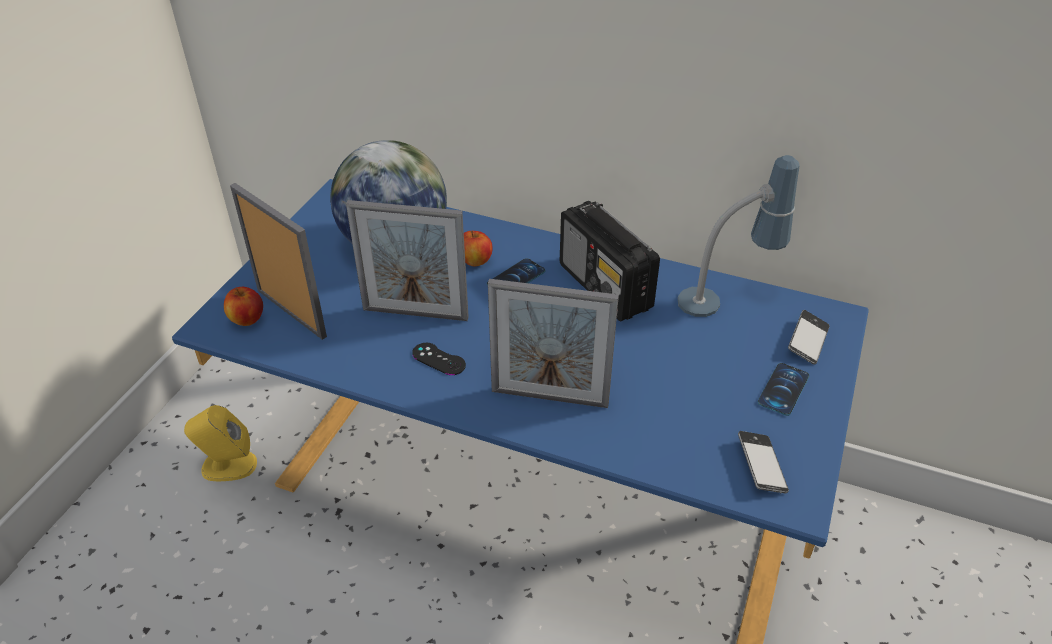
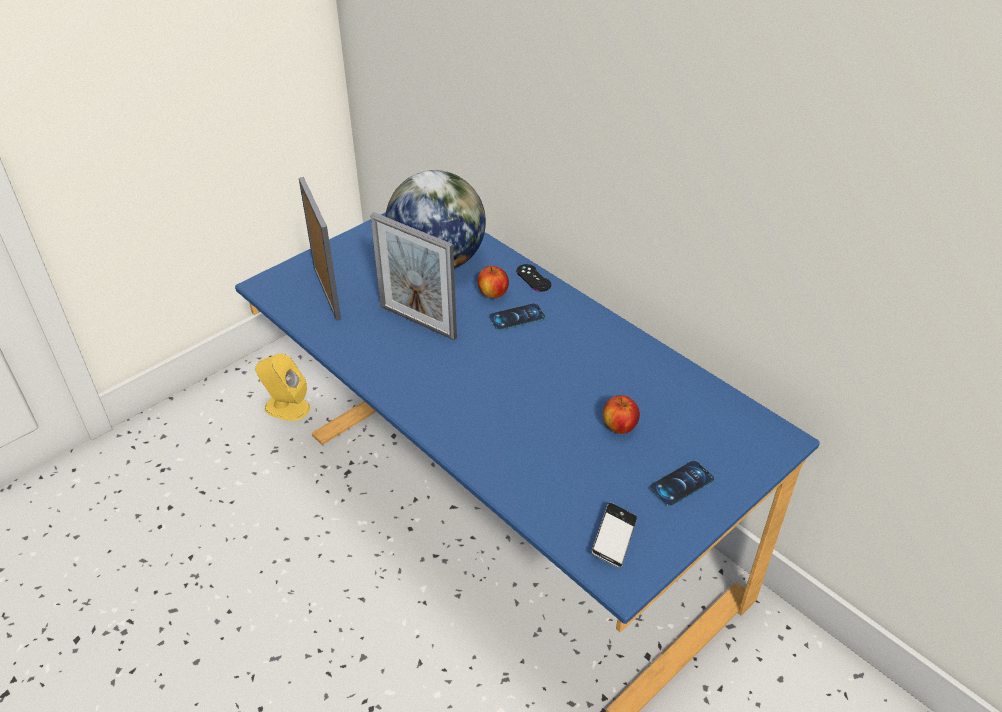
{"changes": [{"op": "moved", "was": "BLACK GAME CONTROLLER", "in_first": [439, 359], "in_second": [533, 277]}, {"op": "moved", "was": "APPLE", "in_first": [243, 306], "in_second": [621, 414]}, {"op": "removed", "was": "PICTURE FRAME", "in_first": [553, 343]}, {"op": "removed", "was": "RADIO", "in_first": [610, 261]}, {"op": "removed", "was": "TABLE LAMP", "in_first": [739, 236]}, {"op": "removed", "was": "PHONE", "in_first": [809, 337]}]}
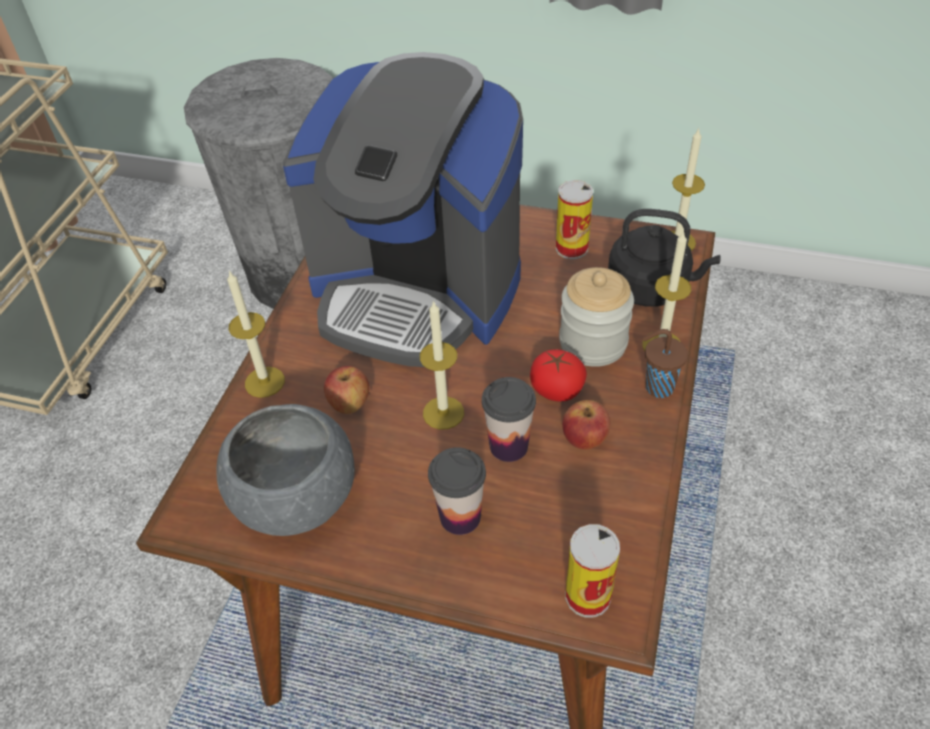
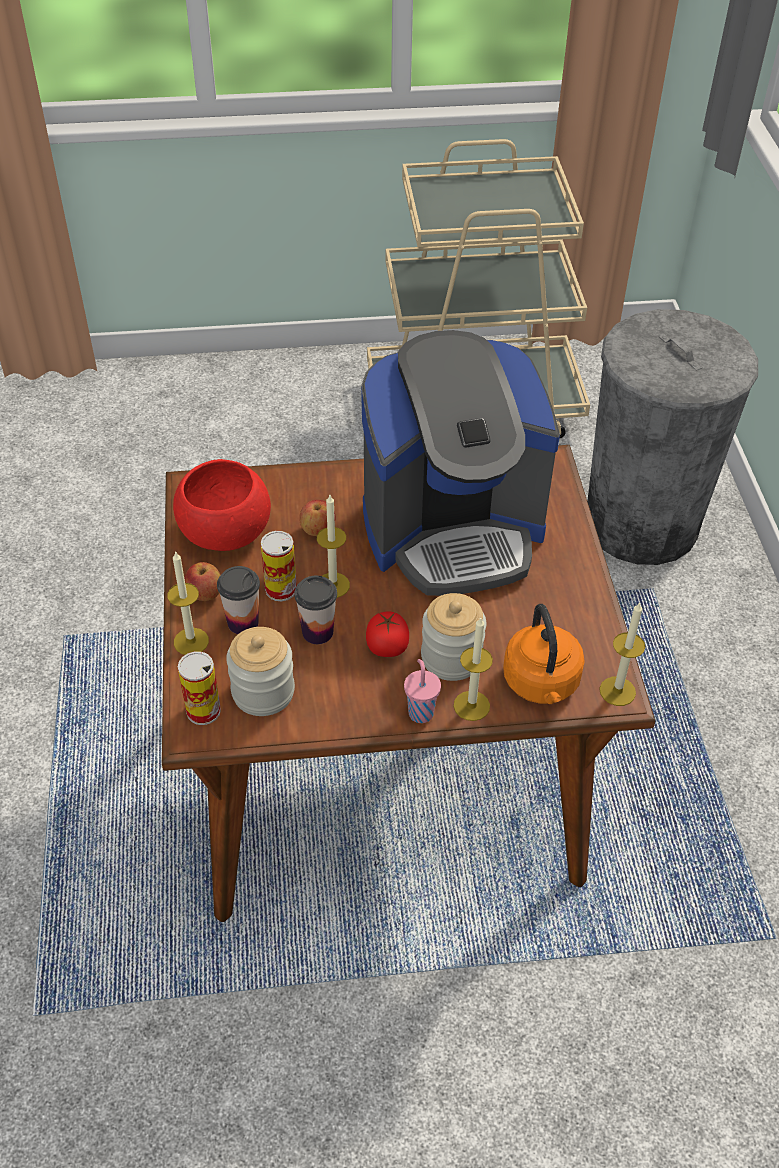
{"changes": [{"op": "moved", "was": "CANDLE", "in_first": [256, 334], "in_second": [188, 603]}, {"op": "recoloured", "was": "GREY BOWL", "now": "RED BOWL", "in_first": [285, 470], "in_second": [222, 505]}, {"op": "moved", "was": "APPLE", "in_first": [586, 425], "in_second": [202, 581]}, {"op": "added", "now": "JAR", "in_second": [260, 671]}, {"op": "moved", "was": "CAN", "in_first": [574, 219], "in_second": [279, 566]}, {"op": "turned", "was": "COFFEE MACHINE", "in_first": [402, 209], "in_second": [460, 463], "clockwise": -105}, {"op": "recoloured", "was": "BROWN CUP", "now": "PINK CUP", "in_first": [665, 363], "in_second": [422, 691]}, {"op": "recoloured", "was": "BLACK KETTLE", "now": "ORANGE KETTLE", "in_first": [664, 257], "in_second": [544, 654]}]}
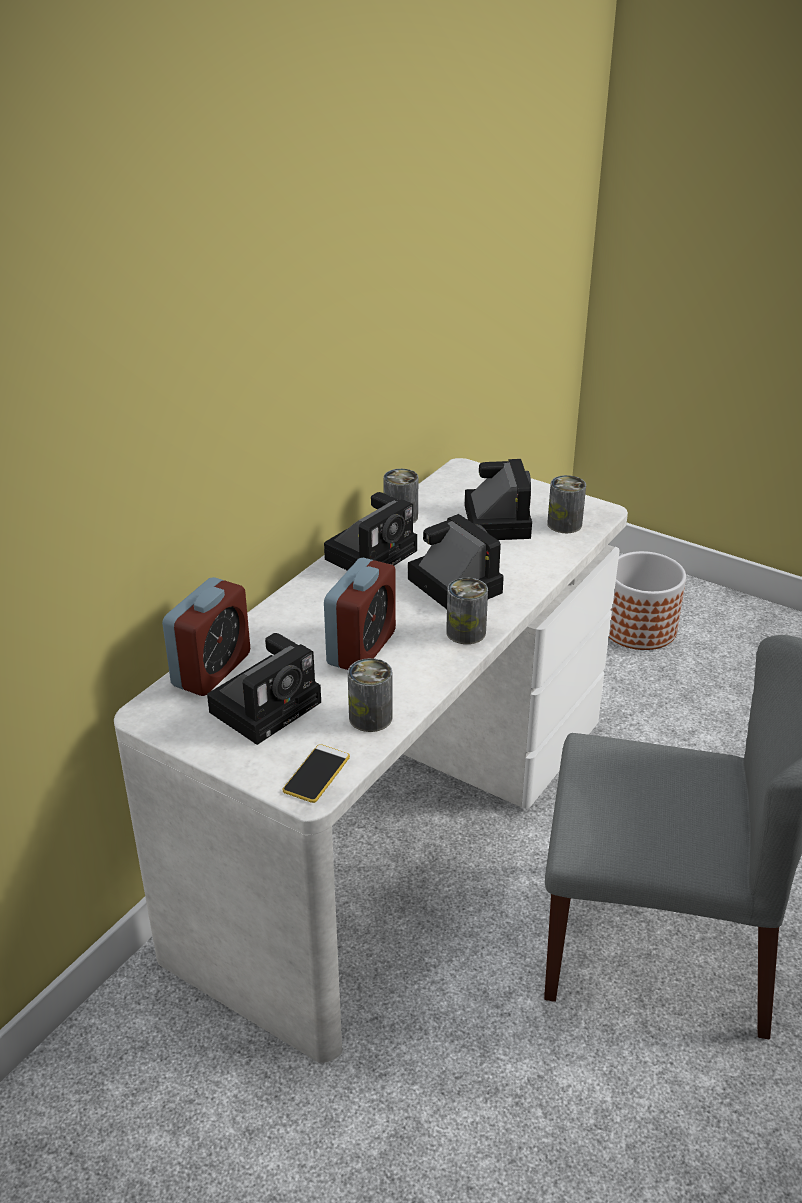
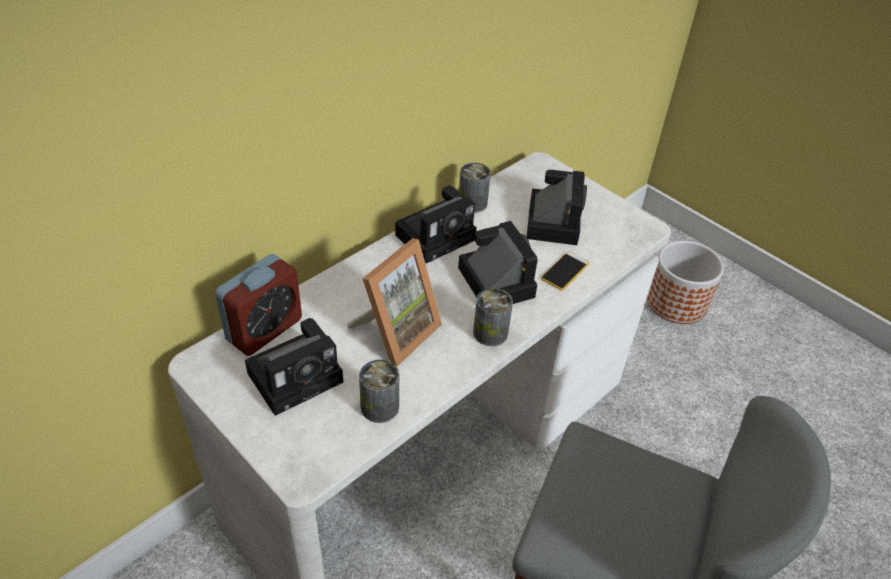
{"changes": [{"op": "replaced", "was": "ALARM CLOCK", "now": "PICTURE FRAME", "in_first": [360, 614], "in_second": [394, 302]}, {"op": "moved", "was": "PHONE", "in_first": [316, 773], "in_second": [565, 270]}, {"op": "removed", "was": "CAN", "in_first": [566, 504]}]}
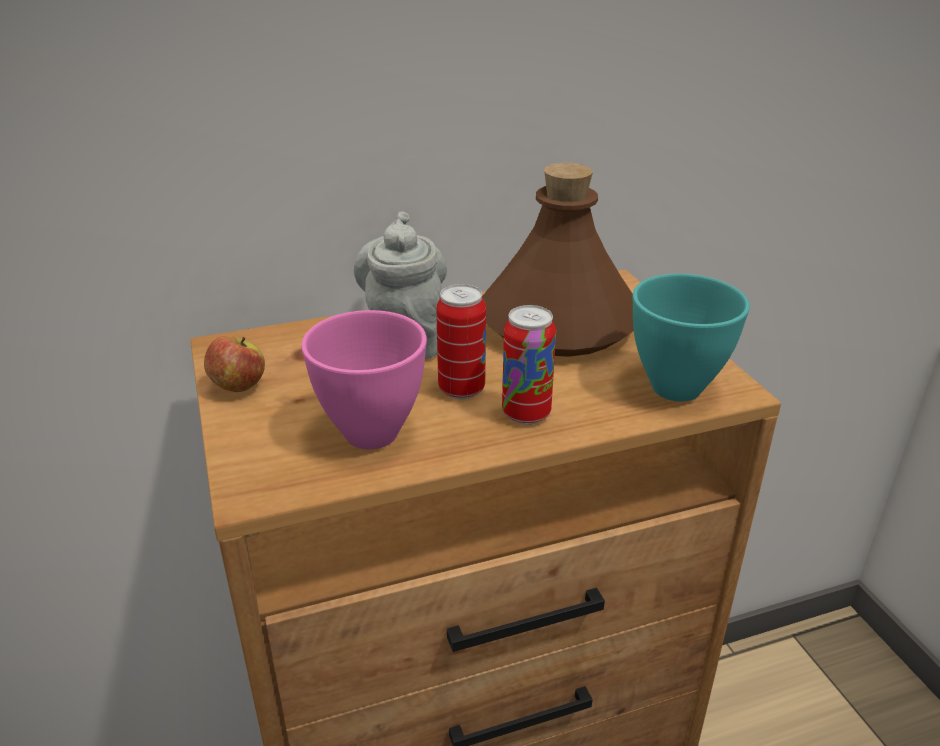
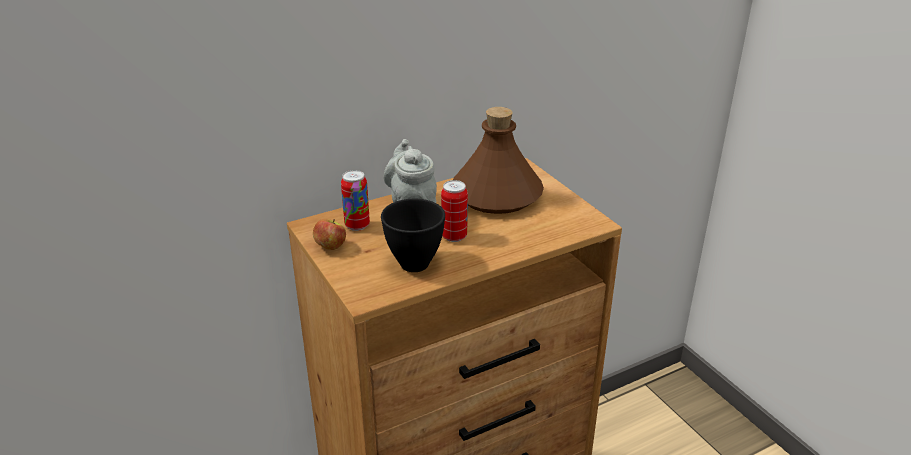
{"changes": [{"op": "moved", "was": "CAN", "in_first": [529, 365], "in_second": [355, 200]}, {"op": "recoloured", "was": "PINK BOWL", "now": "BLACK BOWL", "in_first": [364, 380], "in_second": [413, 235]}, {"op": "removed", "was": "TURQUOISE BOWL", "in_first": [691, 337]}]}
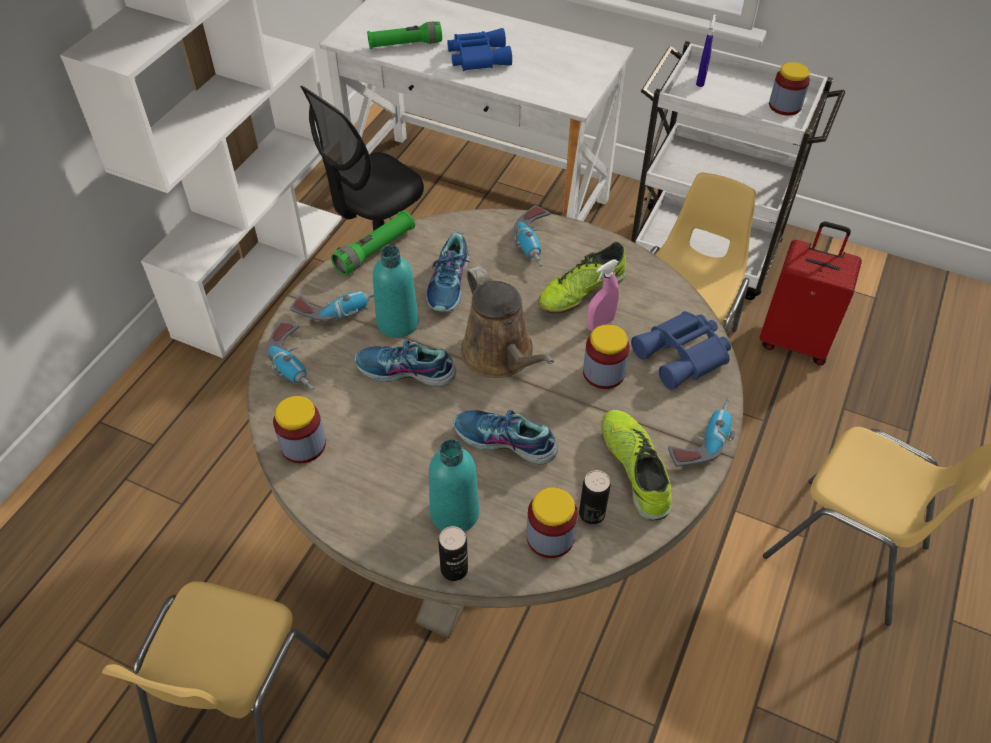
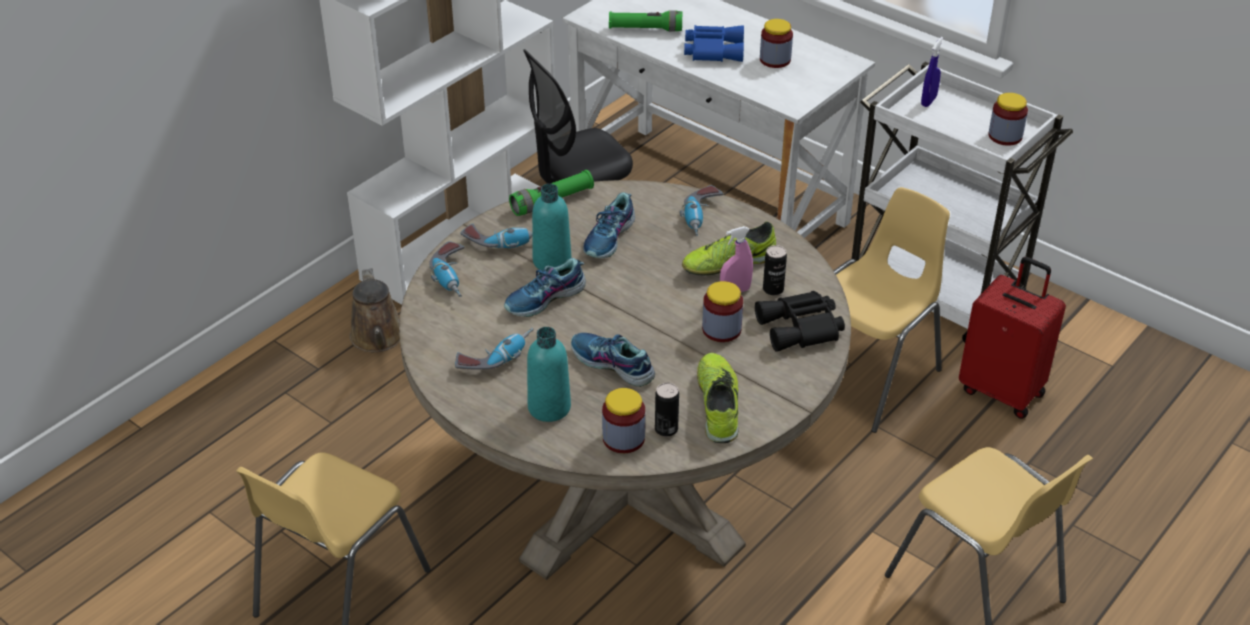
{"changes": [{"op": "moved", "was": "BROWN WATERING CAN", "in_first": [507, 321], "in_second": [374, 310]}, {"op": "moved", "was": "POWER DRILL", "in_first": [701, 431], "in_second": [494, 349]}, {"op": "turned", "was": "SHOE", "in_first": [405, 363], "in_second": [545, 287], "clockwise": -60}, {"op": "recoloured", "was": "BLUE BINOCULARS", "now": "BLACK BINOCULARS", "in_first": [681, 350], "in_second": [800, 321]}, {"op": "moved", "was": "JAR", "in_first": [299, 429], "in_second": [776, 43]}, {"op": "moved", "was": "CAN", "in_first": [453, 553], "in_second": [775, 270]}]}
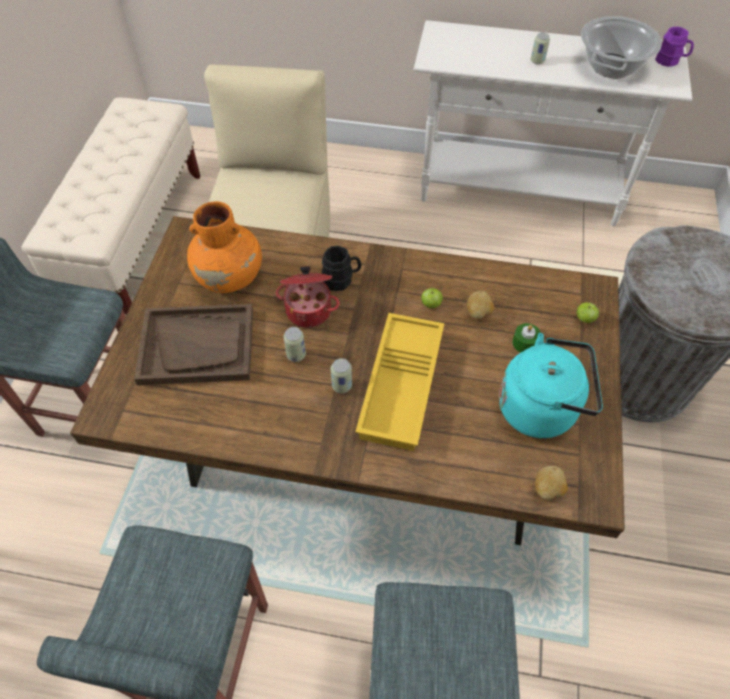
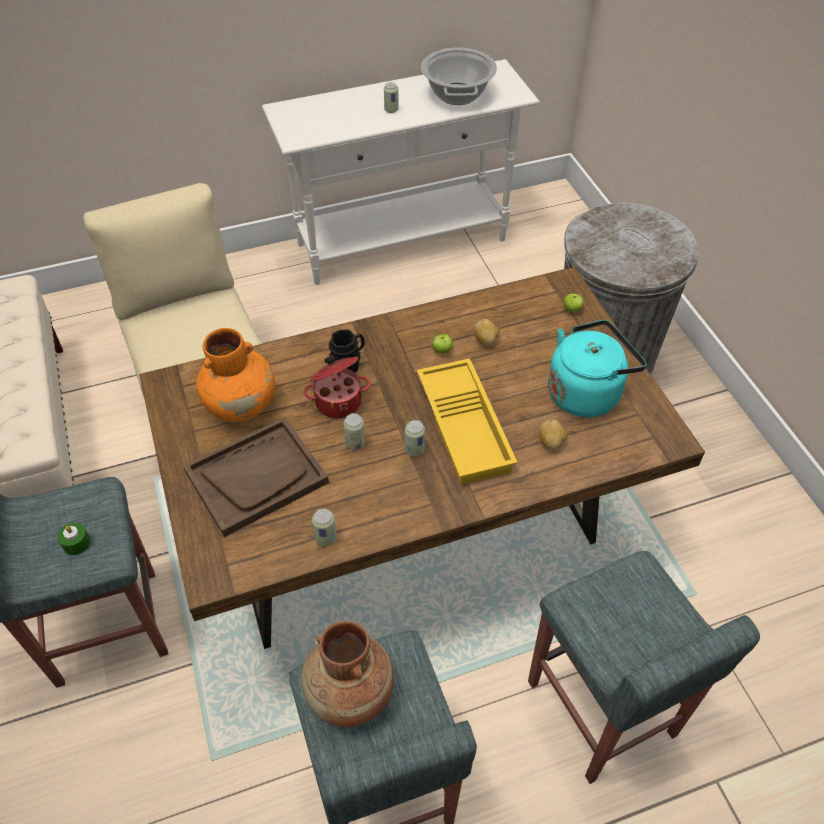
{"changes": [{"op": "moved", "was": "GREEN CANDLE", "in_first": [526, 338], "in_second": [74, 539]}, {"op": "added", "now": "BROWN VASE", "in_second": [347, 674]}, {"op": "added", "now": "CAN", "in_second": [324, 527]}, {"op": "moved", "was": "POTATO", "in_first": [551, 483], "in_second": [553, 434]}, {"op": "removed", "was": "PURPLE MUG", "in_first": [674, 46]}]}
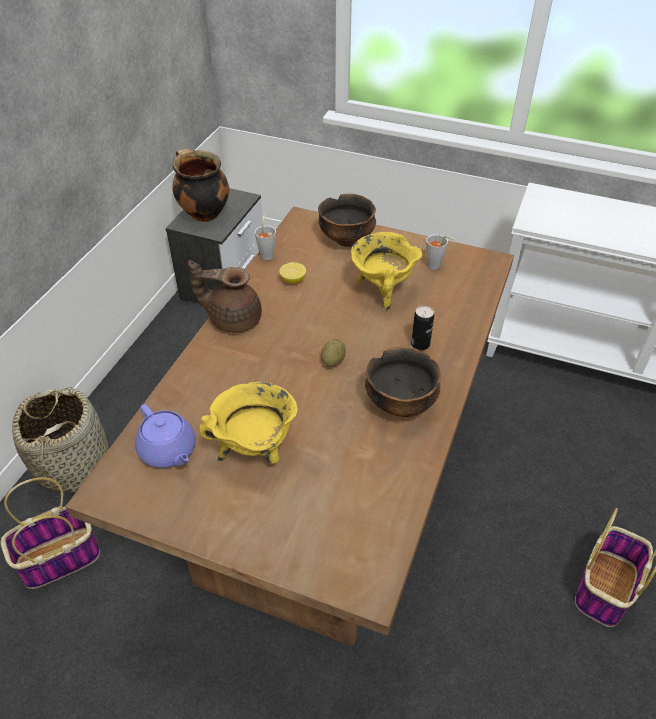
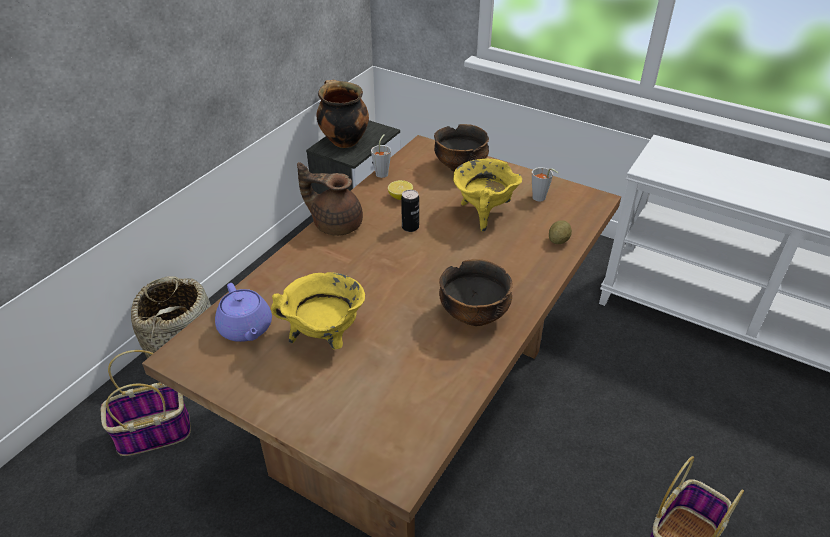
{"changes": [{"op": "moved", "was": "CAN", "in_first": [422, 328], "in_second": [410, 211]}, {"op": "moved", "was": "POTATO", "in_first": [333, 352], "in_second": [560, 232]}]}
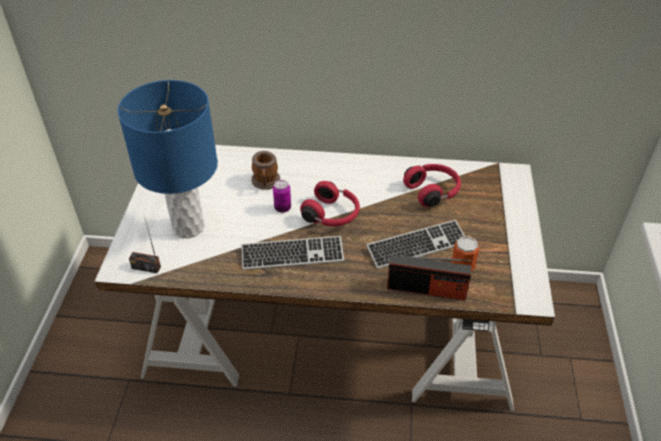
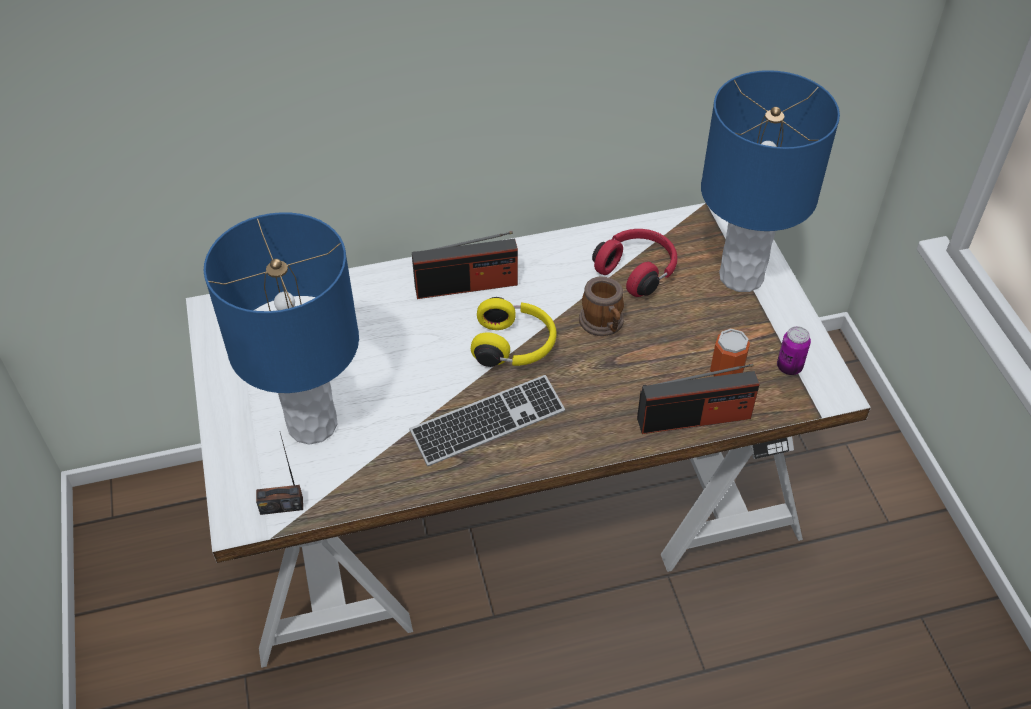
{"changes": [{"op": "added", "now": "RADIO", "in_second": [465, 265]}, {"op": "recoloured", "was": "RED HEADPHONES", "now": "YELLOW HEADPHONES", "in_first": [330, 204], "in_second": [513, 332]}, {"op": "moved", "was": "MUG", "in_first": [265, 170], "in_second": [601, 306]}, {"op": "added", "now": "BLUE TABLE LAMP", "in_second": [770, 181]}, {"op": "moved", "was": "CAN", "in_first": [282, 196], "in_second": [794, 350]}, {"op": "removed", "was": "KEYBOARD", "in_first": [415, 244]}]}
